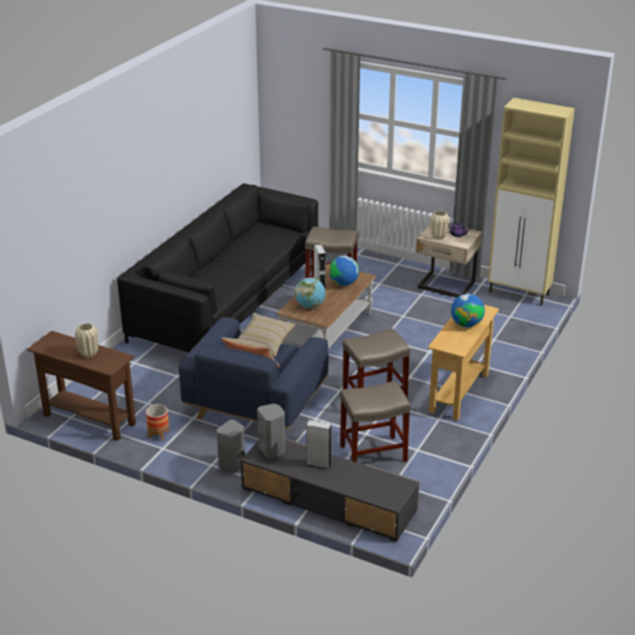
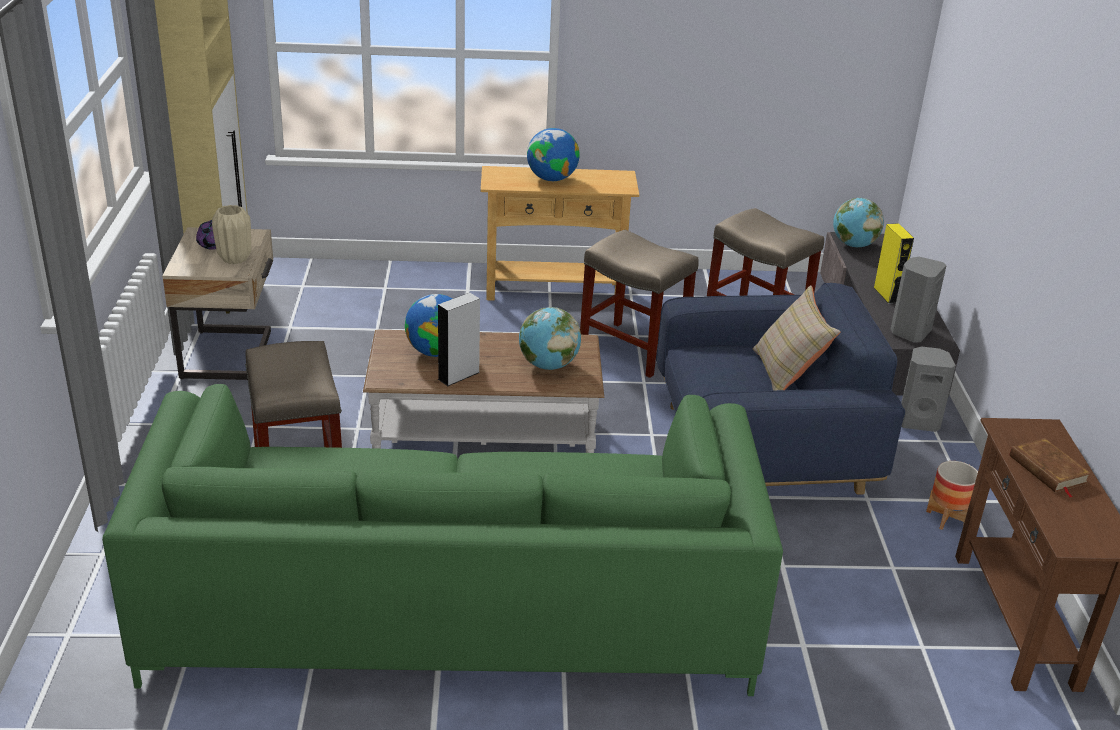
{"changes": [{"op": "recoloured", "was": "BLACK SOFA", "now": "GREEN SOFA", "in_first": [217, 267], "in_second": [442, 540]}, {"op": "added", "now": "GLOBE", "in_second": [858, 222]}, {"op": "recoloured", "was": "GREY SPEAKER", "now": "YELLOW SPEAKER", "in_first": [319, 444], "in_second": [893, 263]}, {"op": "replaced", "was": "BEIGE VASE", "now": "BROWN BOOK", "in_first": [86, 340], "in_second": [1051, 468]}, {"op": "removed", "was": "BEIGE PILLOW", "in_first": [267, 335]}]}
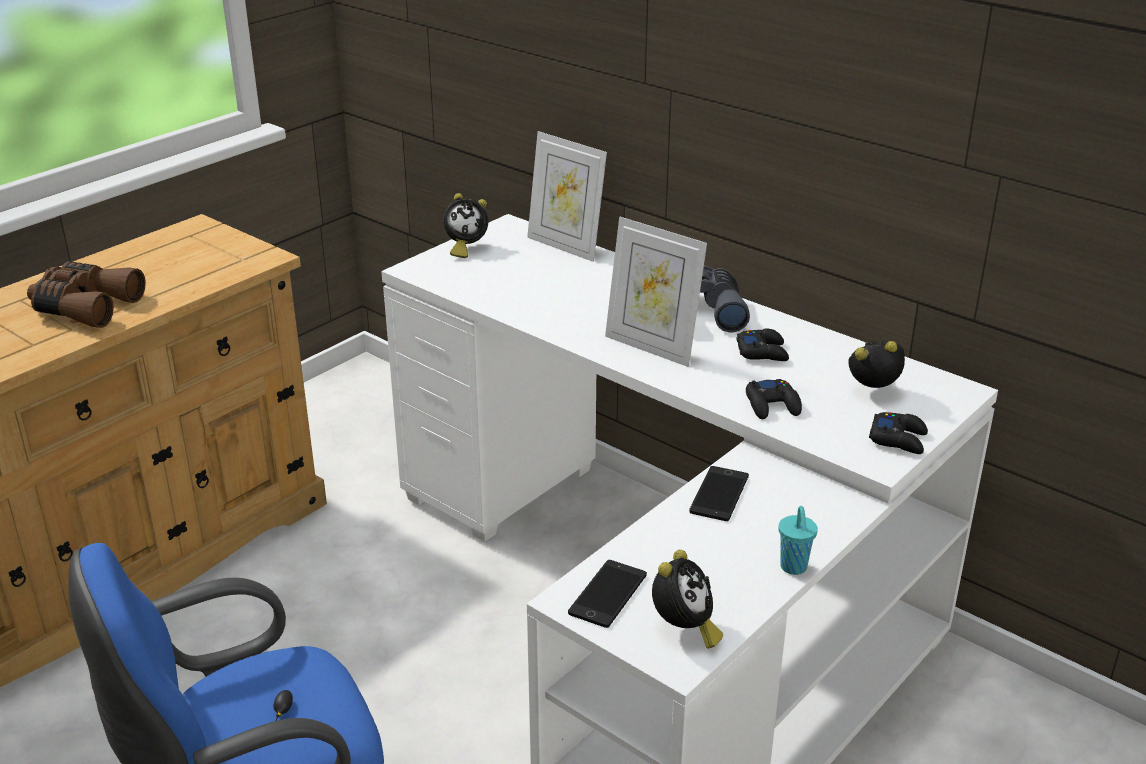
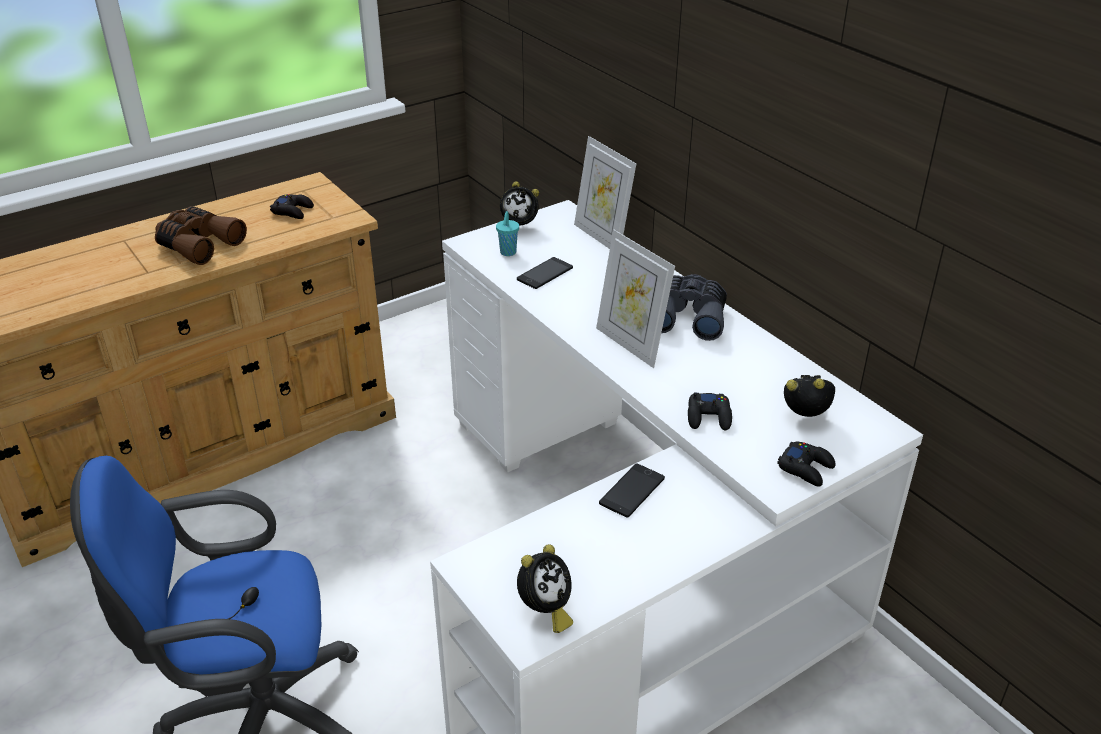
{"changes": [{"op": "moved", "was": "BLACK GAME CONTROLLER", "in_first": [763, 344], "in_second": [292, 206]}, {"op": "moved", "was": "TURQUOISE CUP", "in_first": [798, 540], "in_second": [507, 233]}, {"op": "moved", "was": "PHONE", "in_first": [607, 594], "in_second": [545, 273]}]}
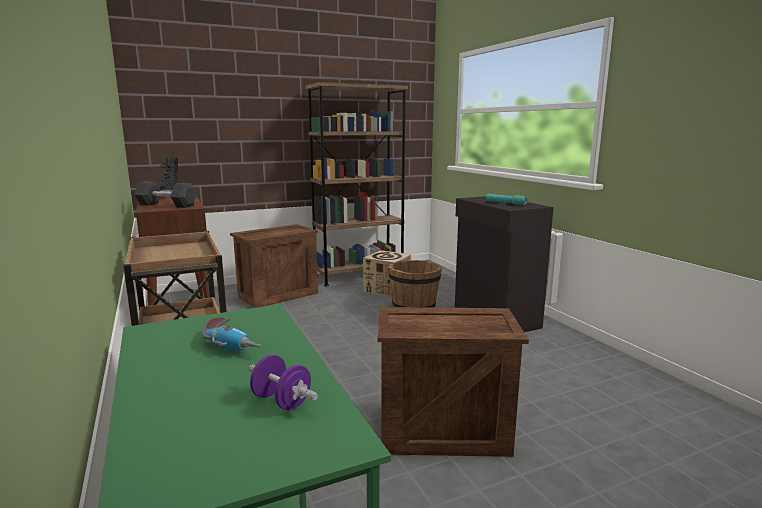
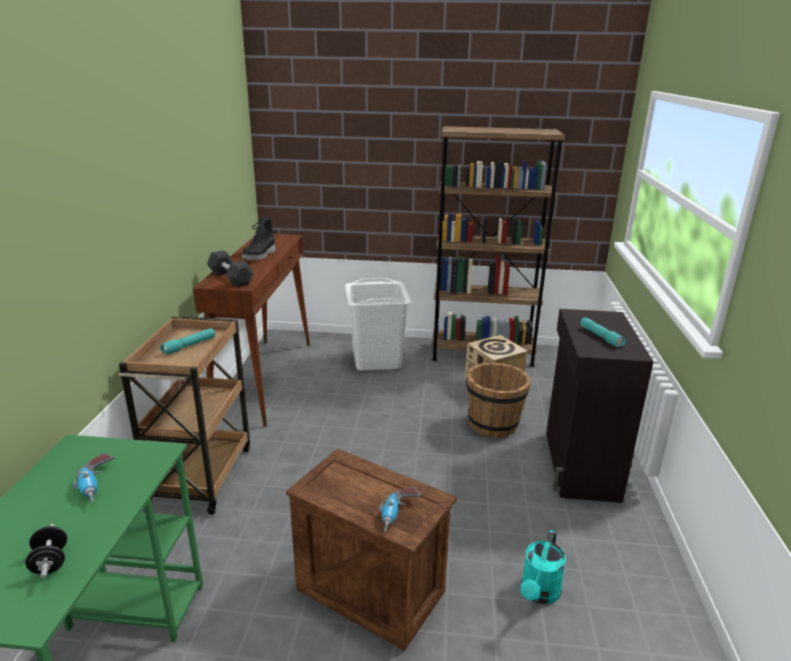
{"changes": [{"op": "recoloured", "was": "PURPLE DUMBBELL", "now": "BLACK DUMBBELL", "in_first": [283, 382], "in_second": [46, 551]}, {"op": "added", "now": "TURQUOISE FLASHLIGHT", "in_second": [187, 341]}, {"op": "replaced", "was": "CRATE", "now": "WHITE LAUNDRY BASKET", "in_first": [274, 266], "in_second": [378, 324]}, {"op": "added", "now": "POWER DRILL", "in_second": [400, 509]}, {"op": "added", "now": "TURQUOISE WATERING CAN", "in_second": [543, 567]}]}
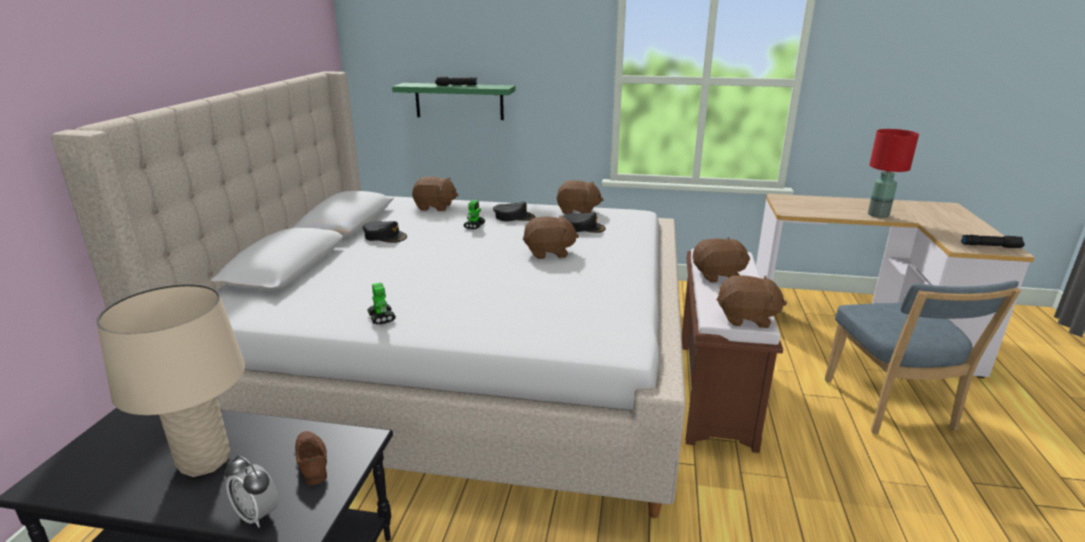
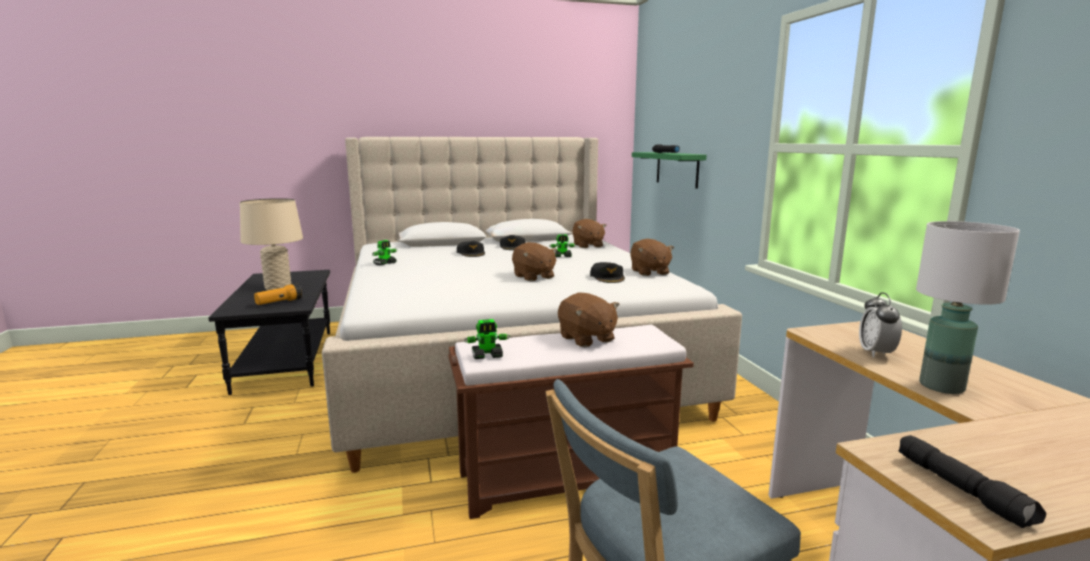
{"changes": [{"op": "replaced", "was": "BROWN SHOE", "now": "FLASHLIGHT", "in_first": [311, 458], "in_second": [278, 294]}, {"op": "moved", "was": "BLACK CAP", "in_first": [514, 211], "in_second": [471, 249]}, {"op": "replaced", "was": "BROWN PLUSH TOY", "now": "TOY ROBOT", "in_first": [752, 301], "in_second": [487, 339]}, {"op": "moved", "was": "ALARM CLOCK", "in_first": [251, 492], "in_second": [880, 325]}, {"op": "recoloured", "was": "RED TABLE LAMP", "now": "WHITE TABLE LAMP", "in_first": [893, 173], "in_second": [968, 307]}]}
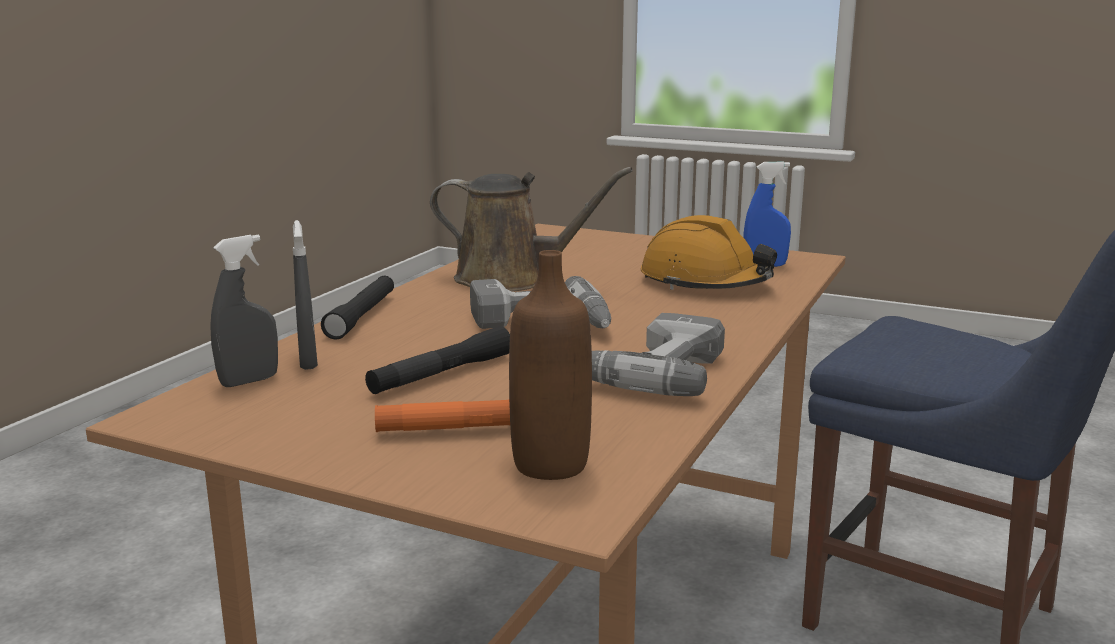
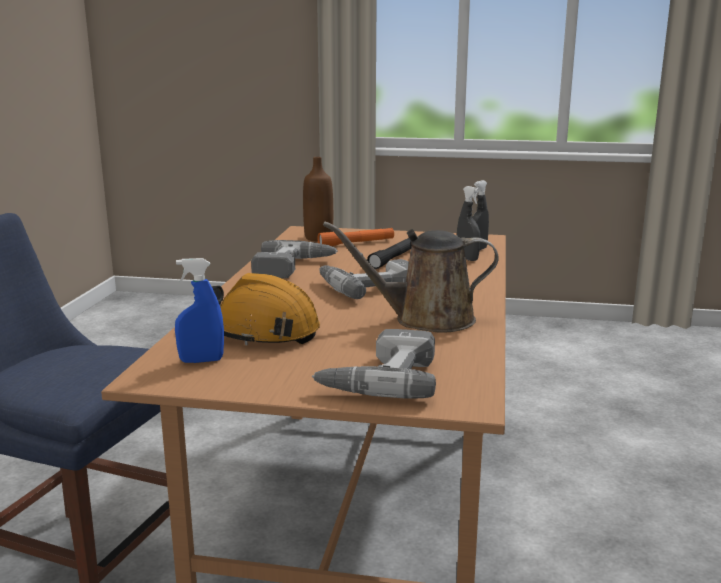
{"changes": [{"op": "added", "now": "POWER DRILL", "in_second": [374, 364]}, {"op": "removed", "was": "BLACK FLASHLIGHT", "in_first": [357, 308]}]}
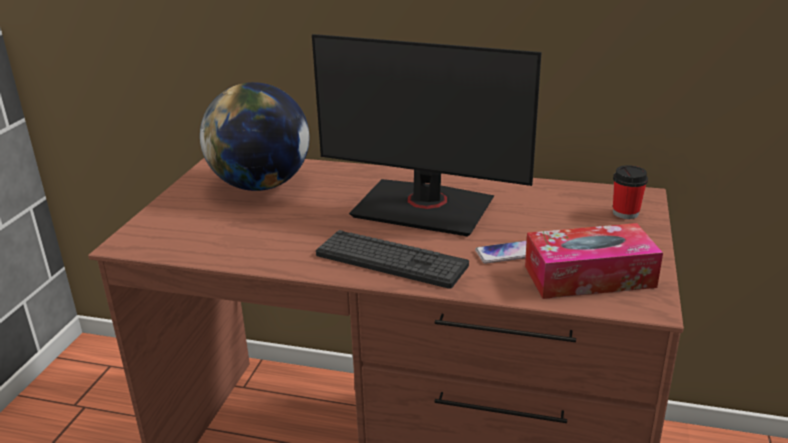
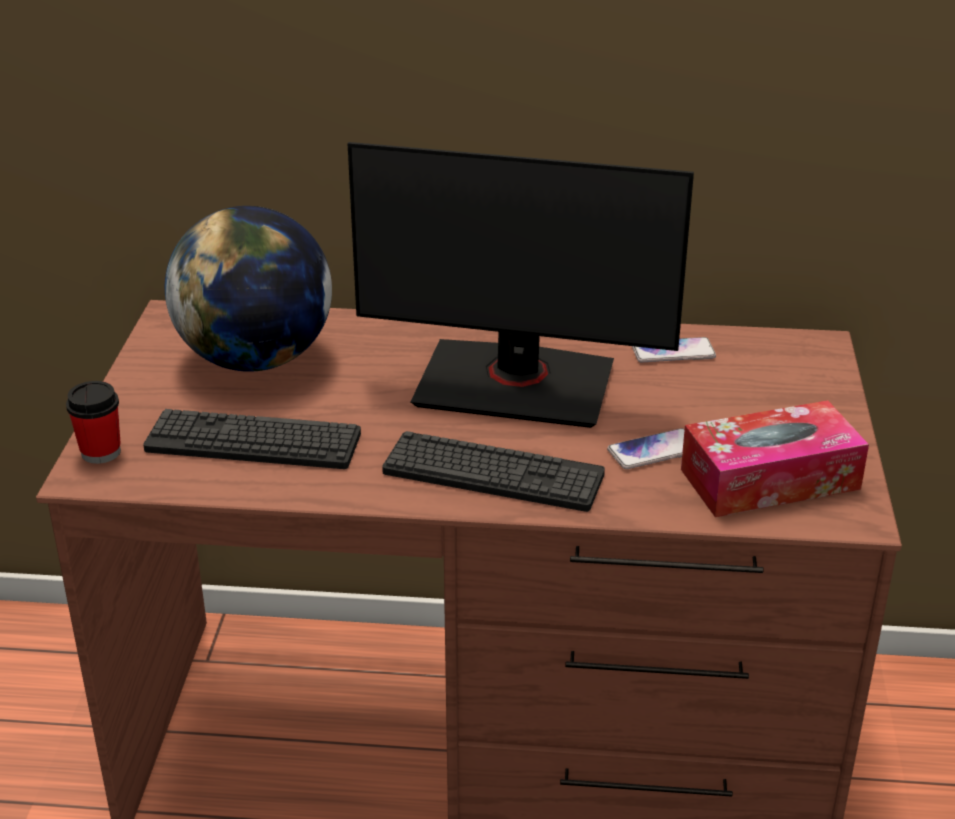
{"changes": [{"op": "moved", "was": "CUP", "in_first": [630, 192], "in_second": [93, 422]}, {"op": "added", "now": "KEYBOARD", "in_second": [252, 439]}, {"op": "added", "now": "PHONE", "in_second": [674, 349]}]}
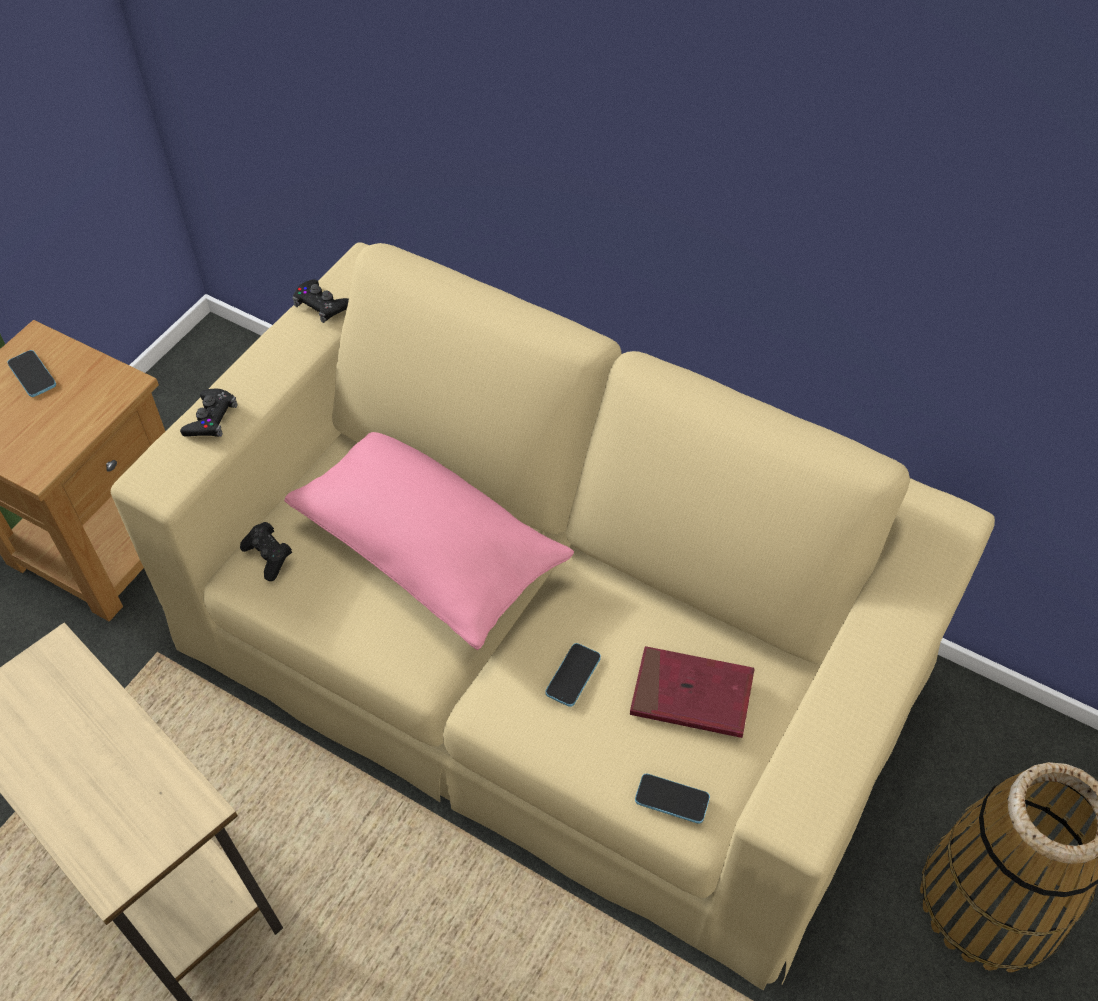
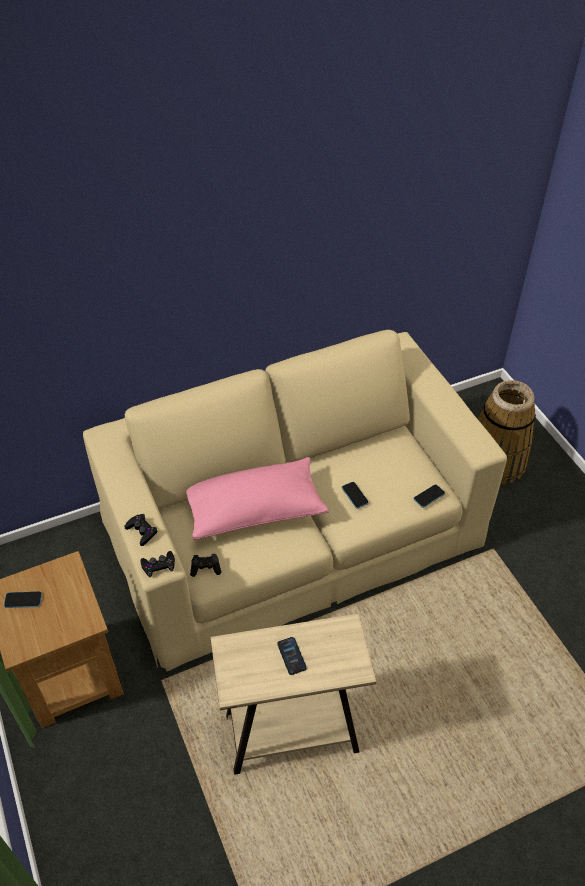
{"changes": [{"op": "moved", "was": "BLACK GAME CONTROLLER", "in_first": [320, 301], "in_second": [158, 564]}, {"op": "added", "now": "PHONE", "in_second": [292, 656]}, {"op": "removed", "was": "RED BOOK", "in_first": [692, 692]}]}
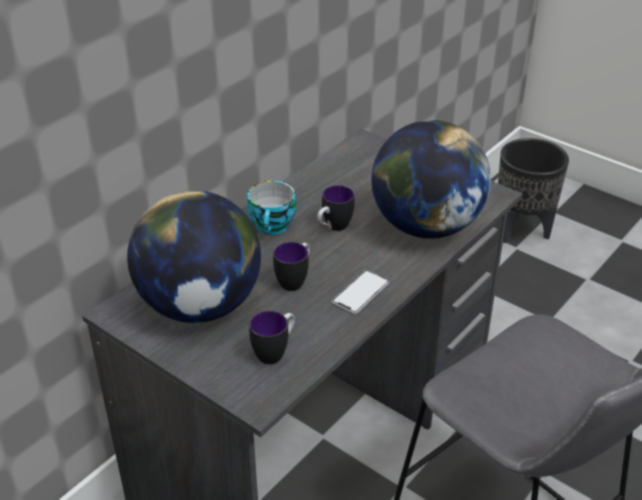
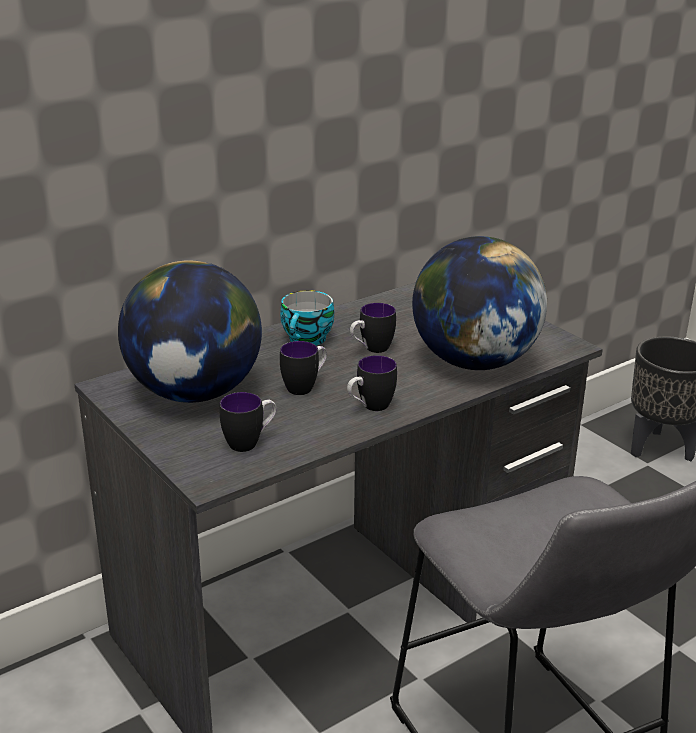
{"changes": [{"op": "replaced", "was": "PHONE", "now": "MUG", "in_first": [360, 292], "in_second": [372, 383]}]}
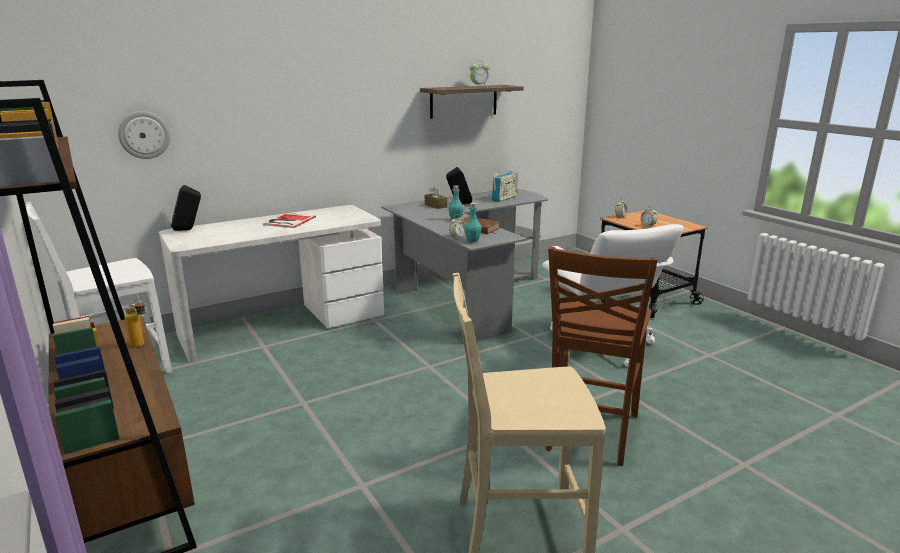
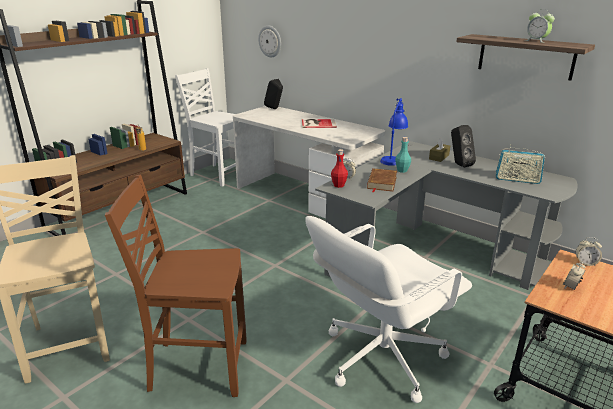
{"changes": [{"op": "recoloured", "was": "TURQUOISE BOTTLE", "now": "RED BOTTLE", "in_first": [473, 222], "in_second": [339, 168]}, {"op": "added", "now": "BLUE TABLE LAMP", "in_second": [394, 132]}]}
